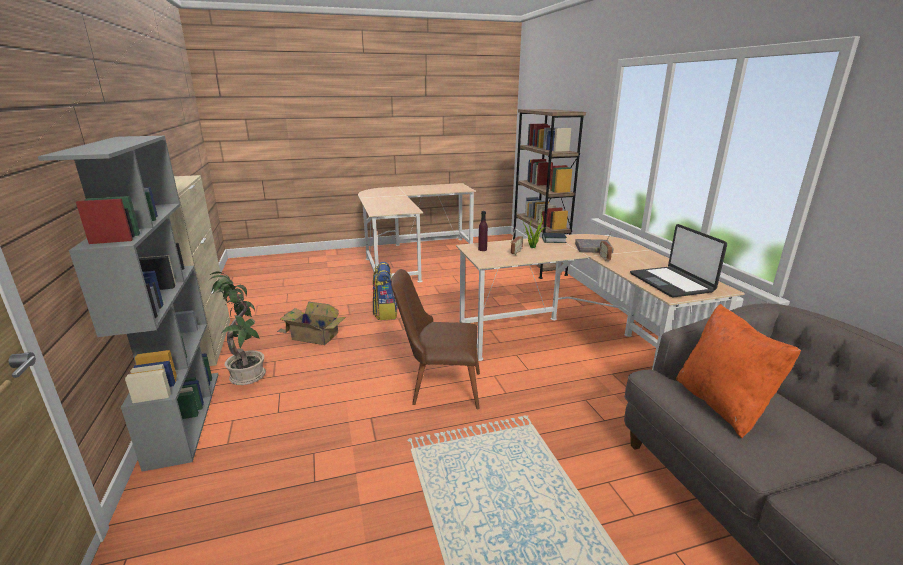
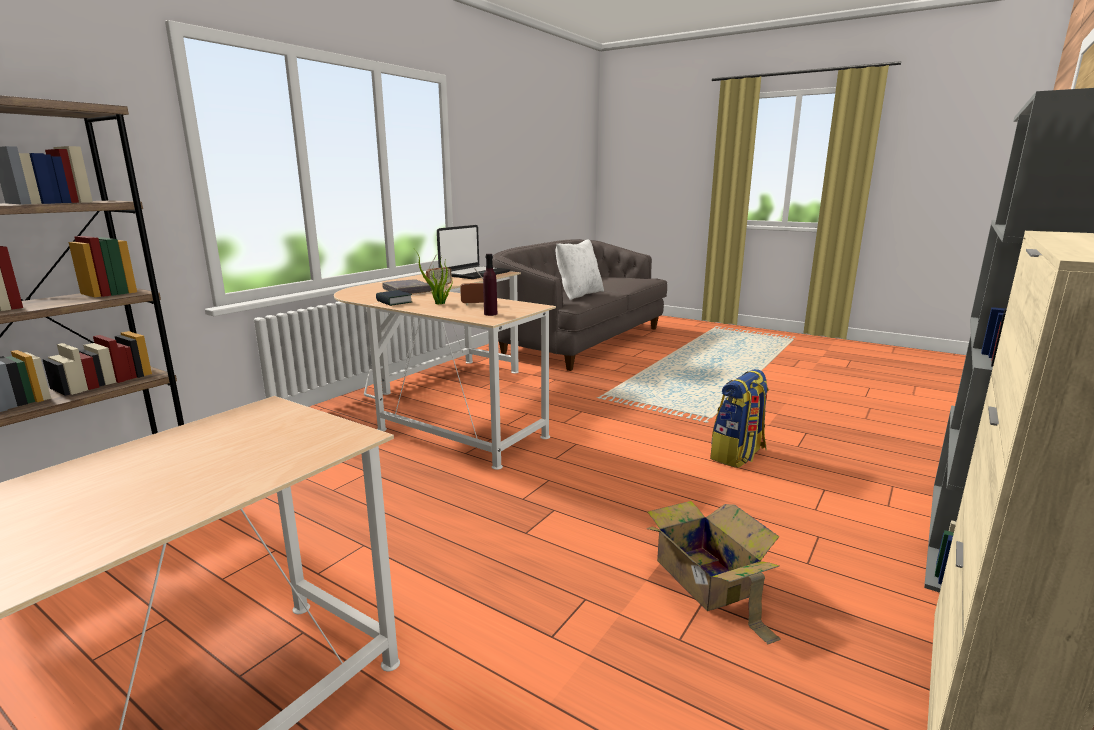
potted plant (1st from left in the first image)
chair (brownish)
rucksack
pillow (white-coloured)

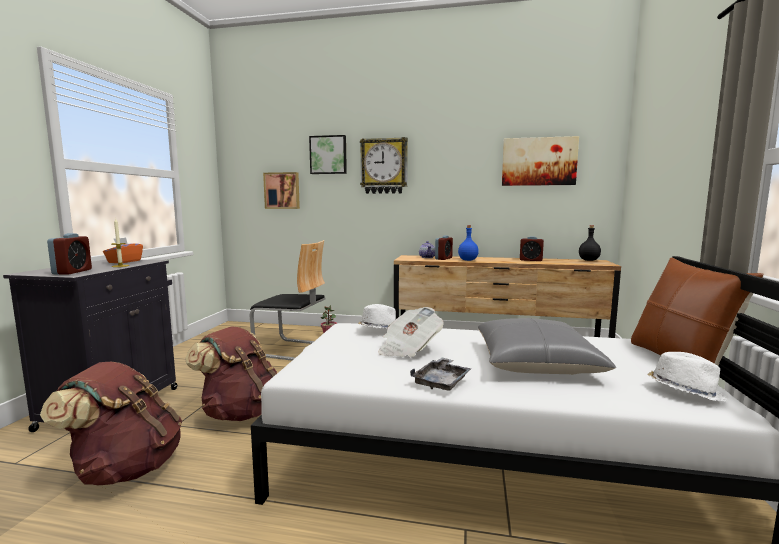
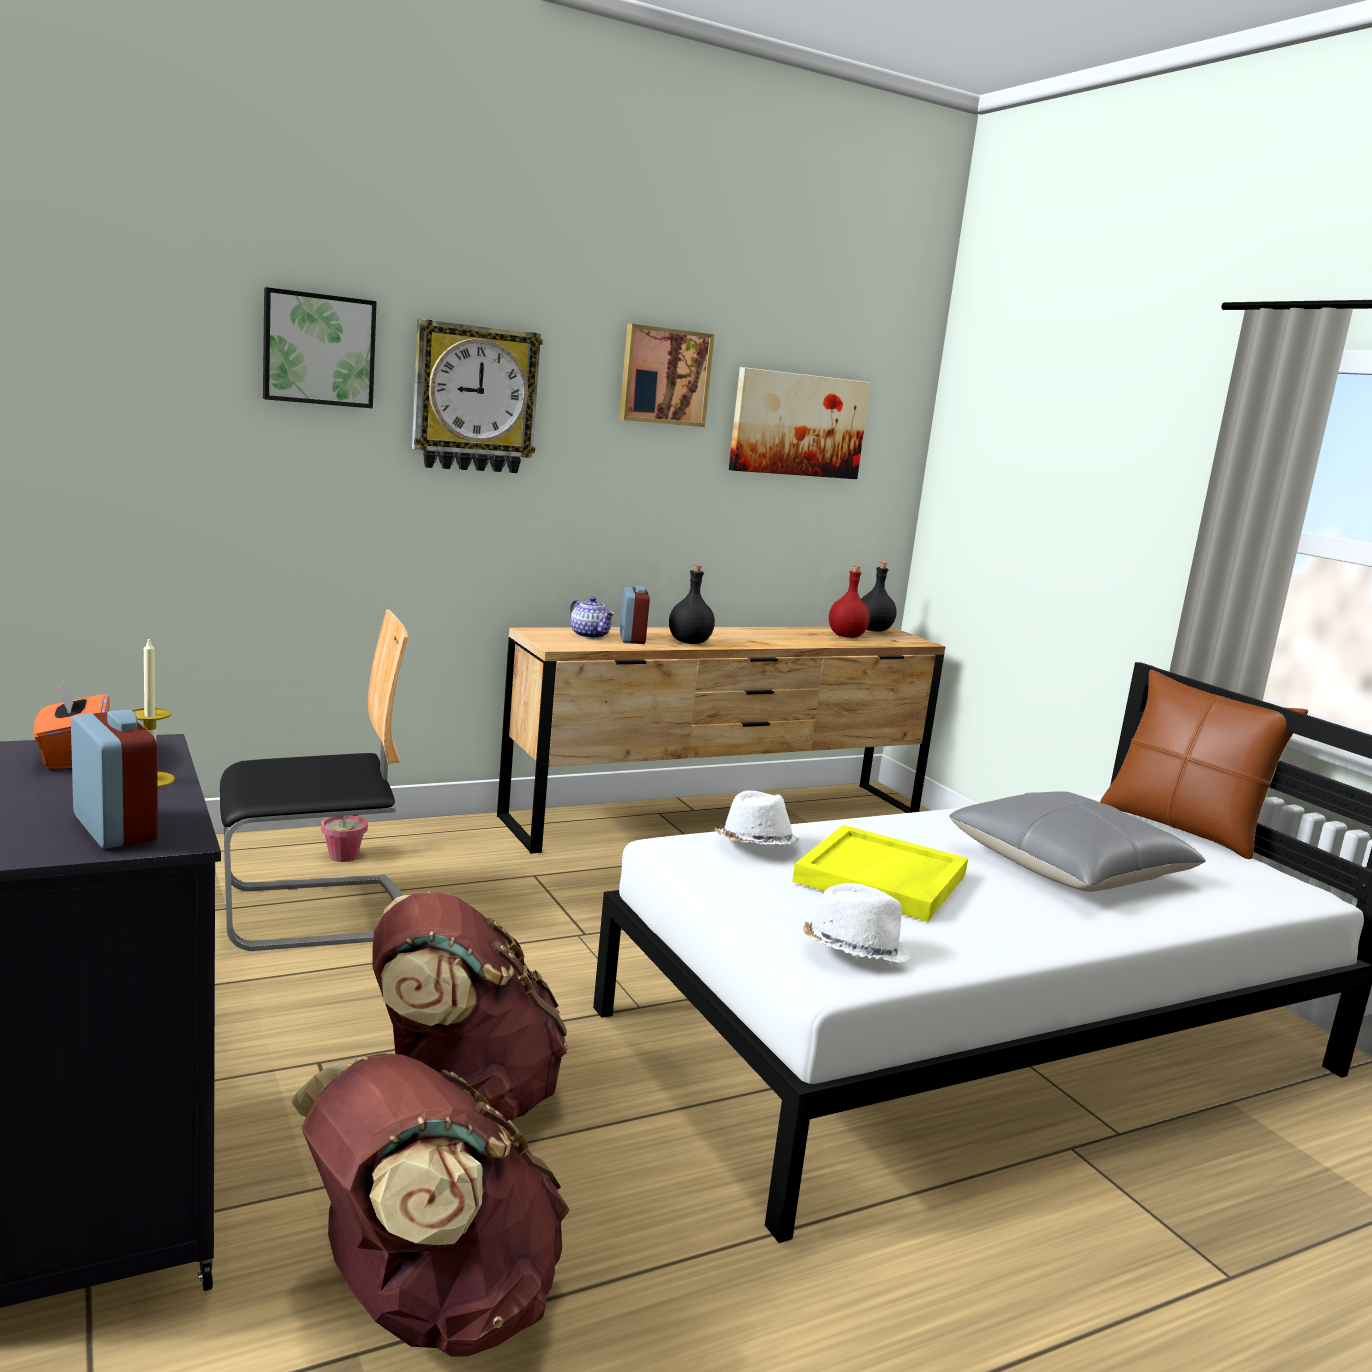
tray (gray)
alarm clock (3rd from left in the first image)
drink bottle (reddish)
wall art (2nd from left)
wearable hat (white-coloured) (2nd from left)
tray (yellow)
drink bottle (blackish) (1st from left)

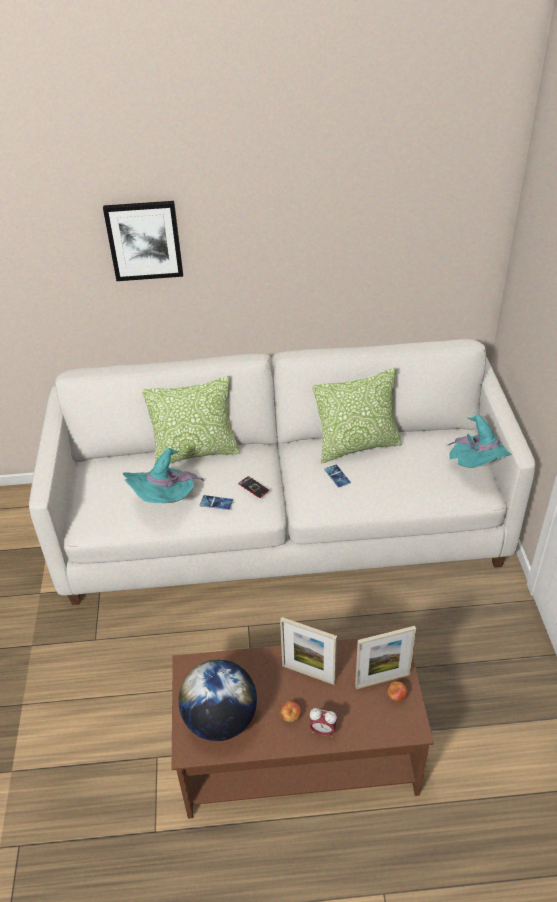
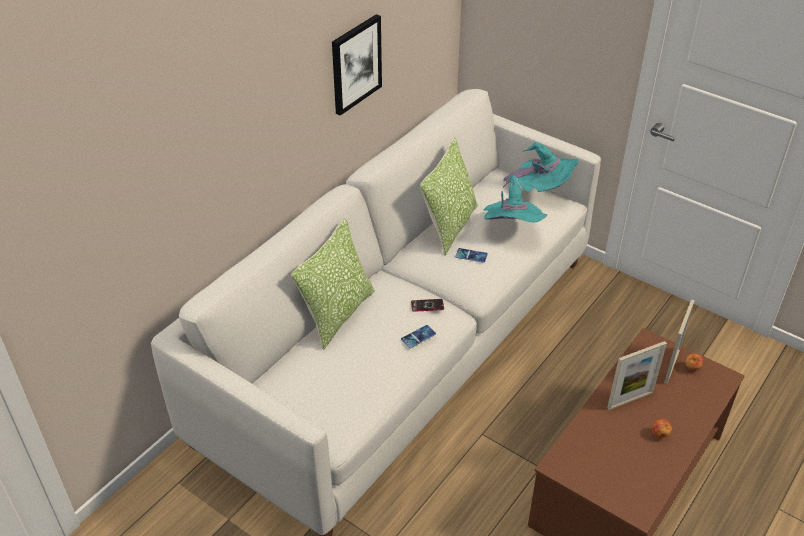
globe
alarm clock
wall art
wearable hat (turquoise-coloured) (1st from left)

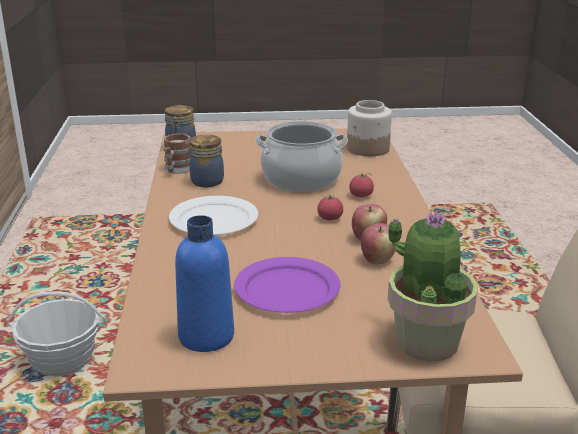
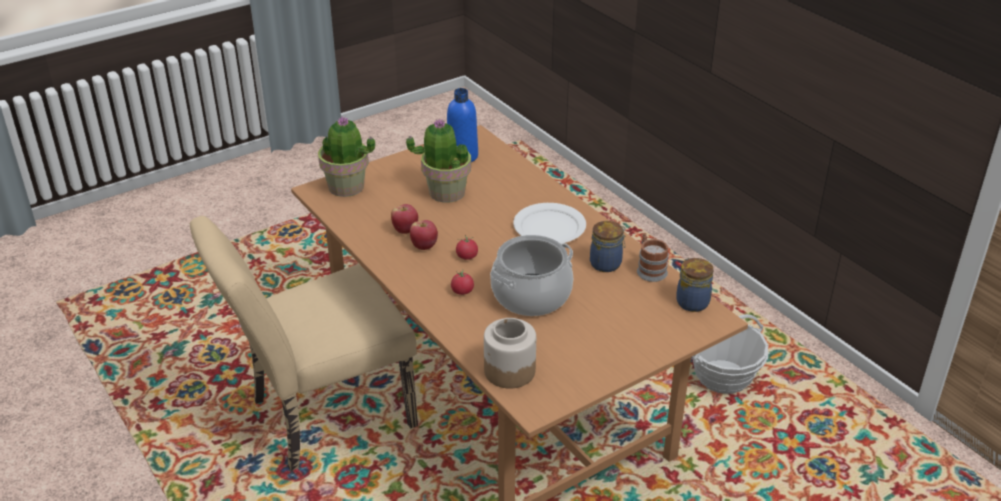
potted plant (2nd from left)

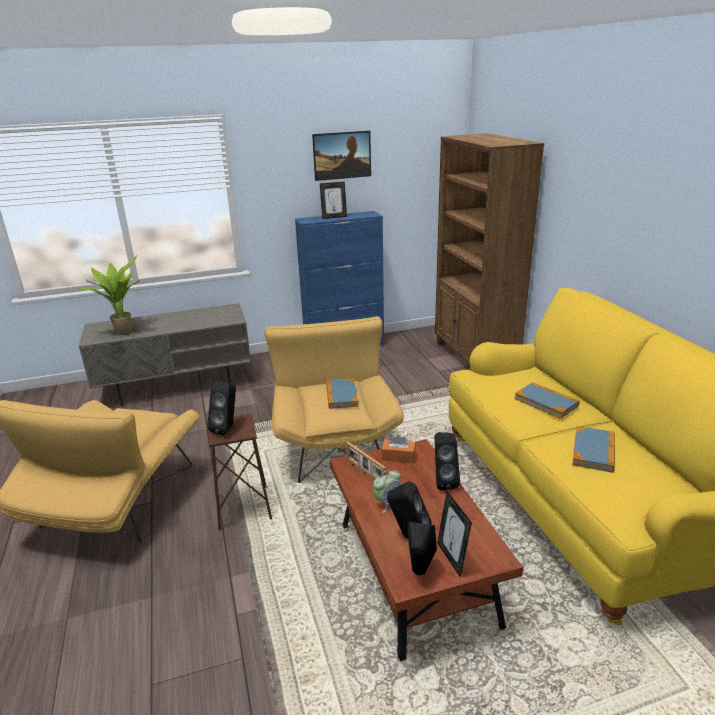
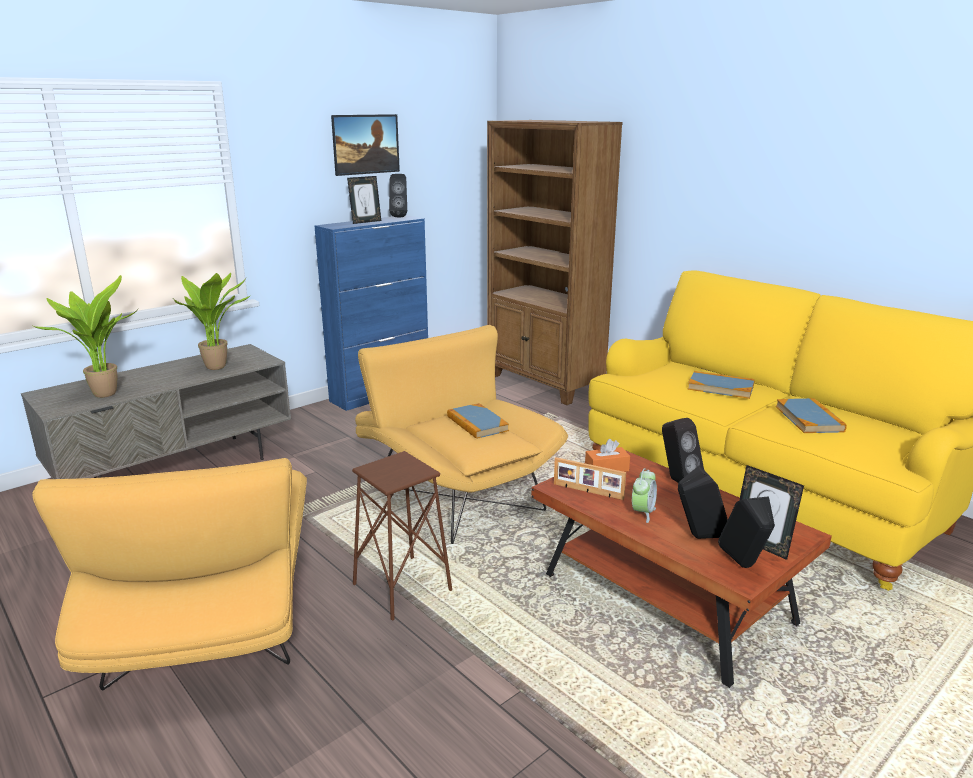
potted plant (2nd from left)
loudspeaker (blackish) (1st from left)

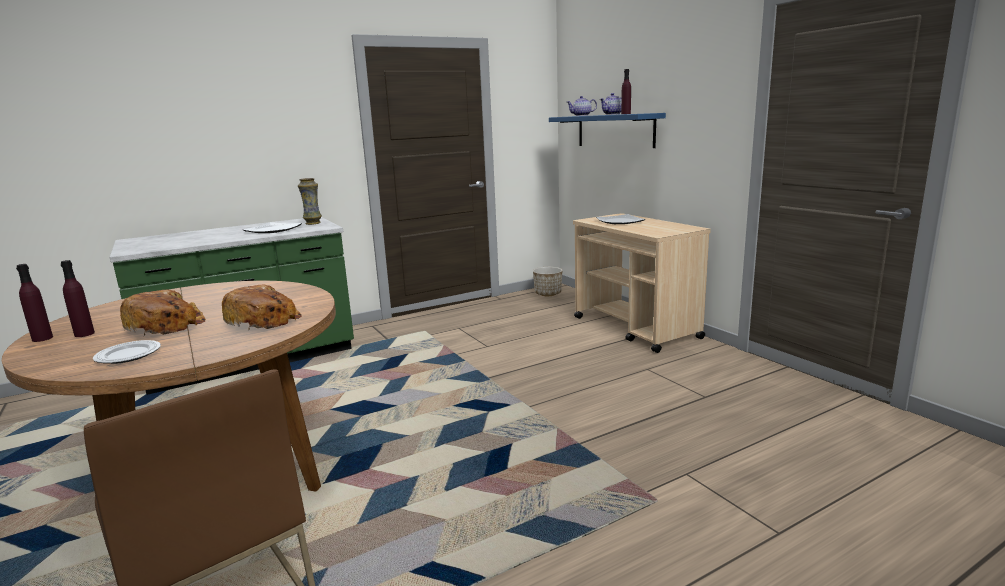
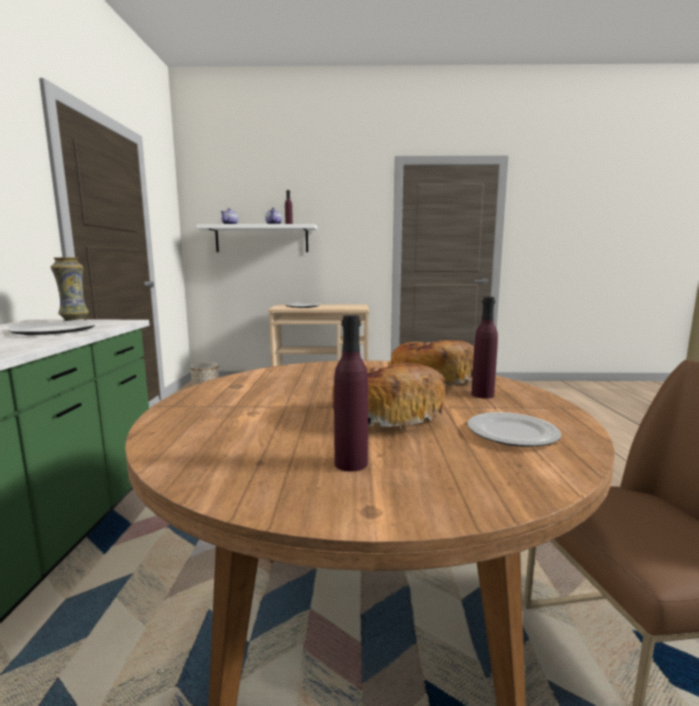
drink bottle (purple-coloured) (3rd from left)
shelf (white-coloured)

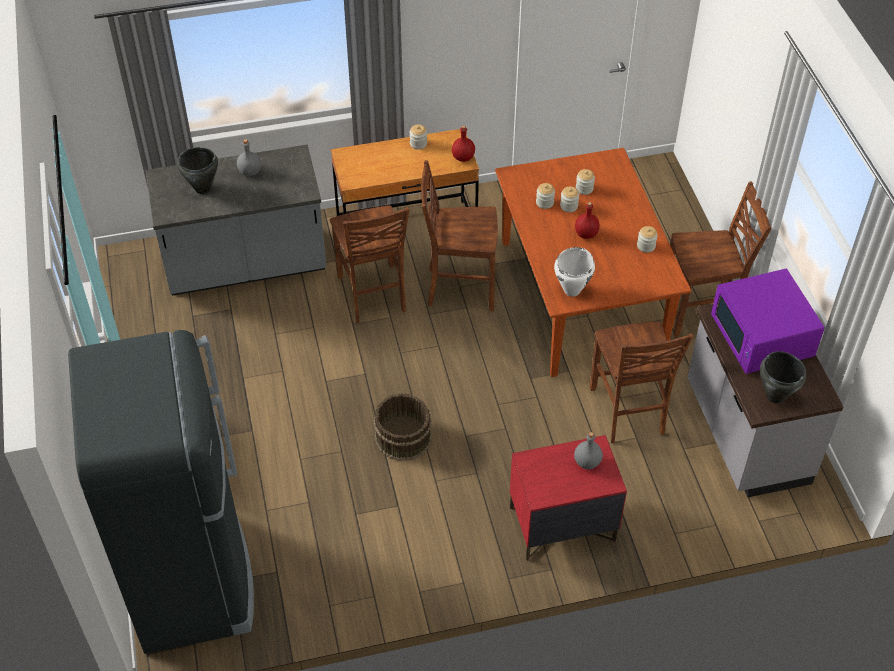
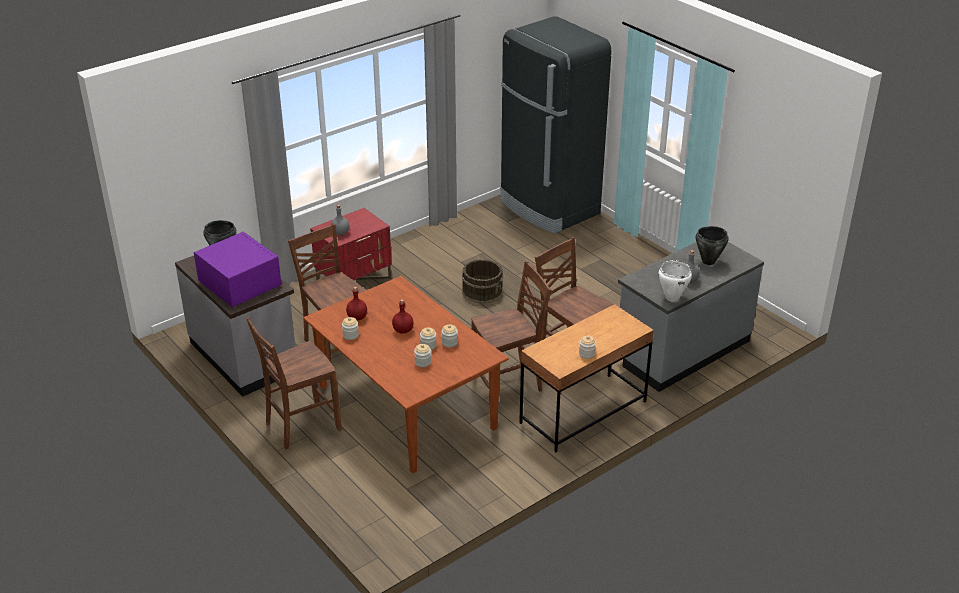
drink bottle (reddish) (1st from left)
stockpot (white-coloured)

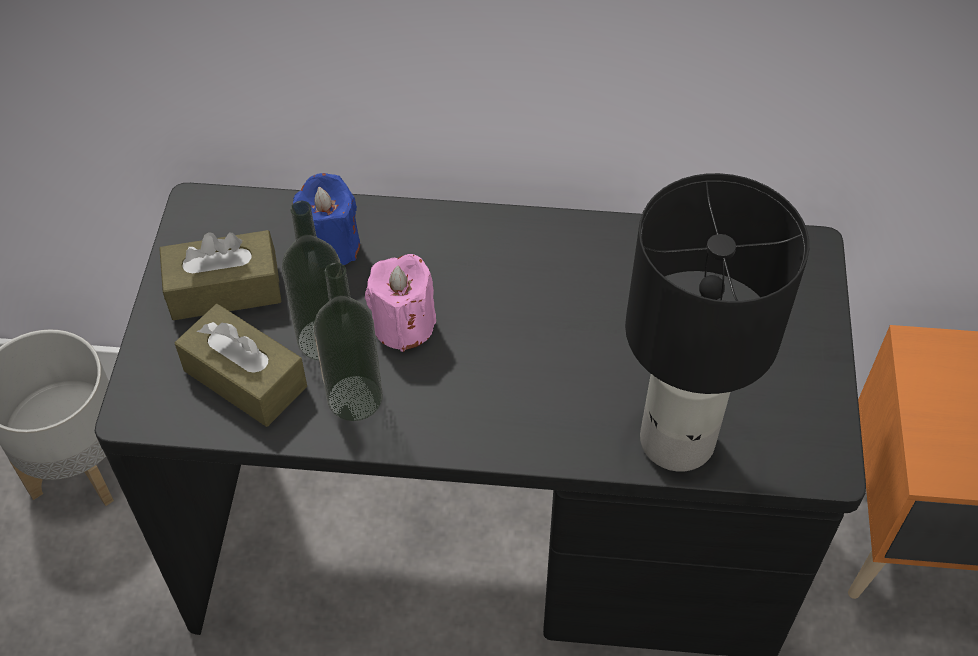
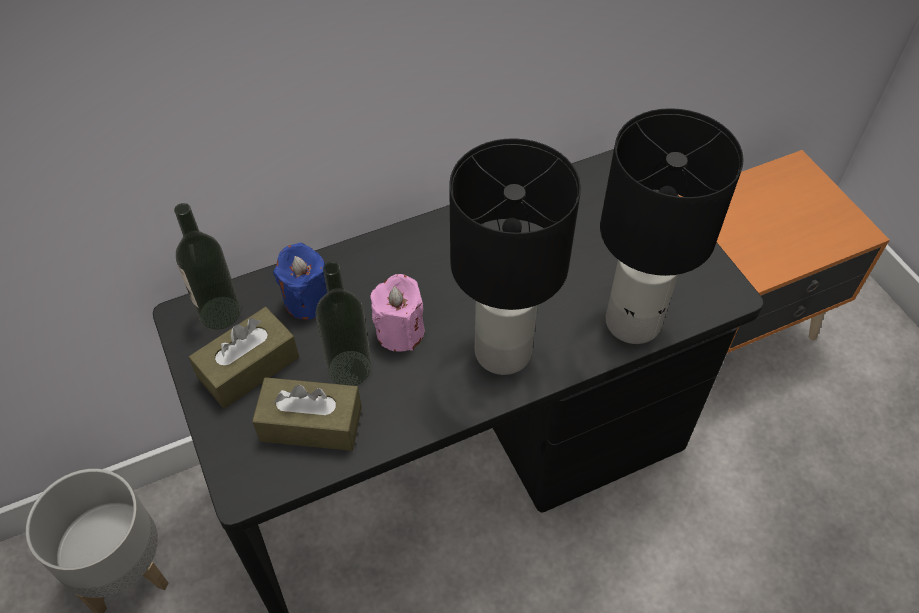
table lamp (blackish) (1st from left)
drink bottle (1st from left)

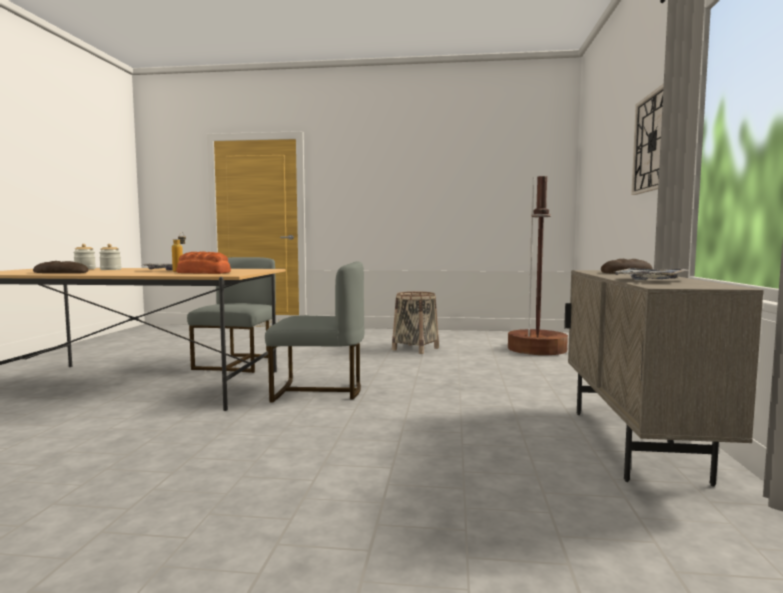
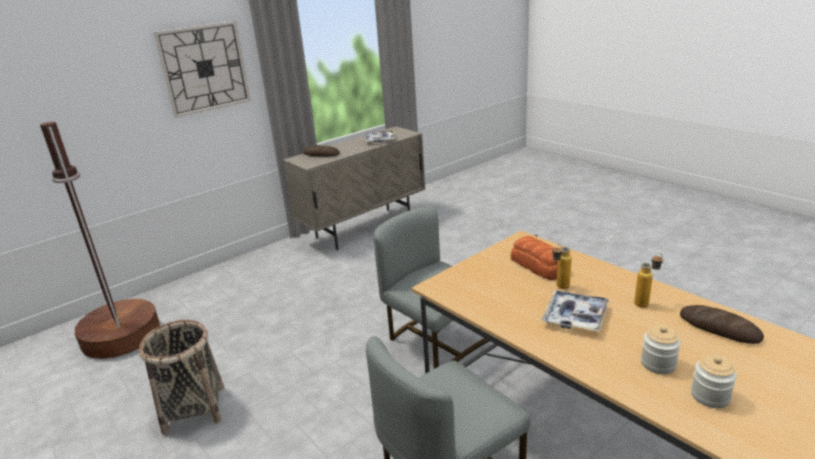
drink bottle (2nd from left)

